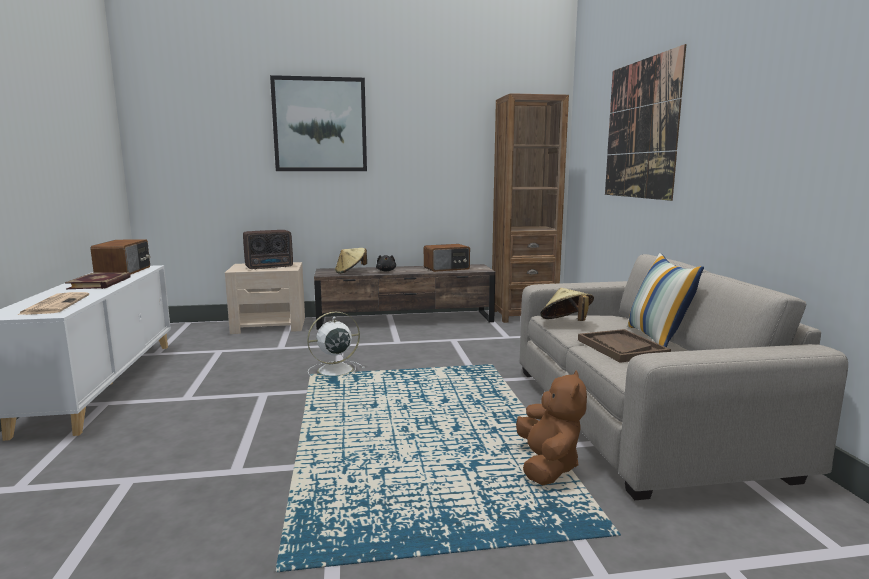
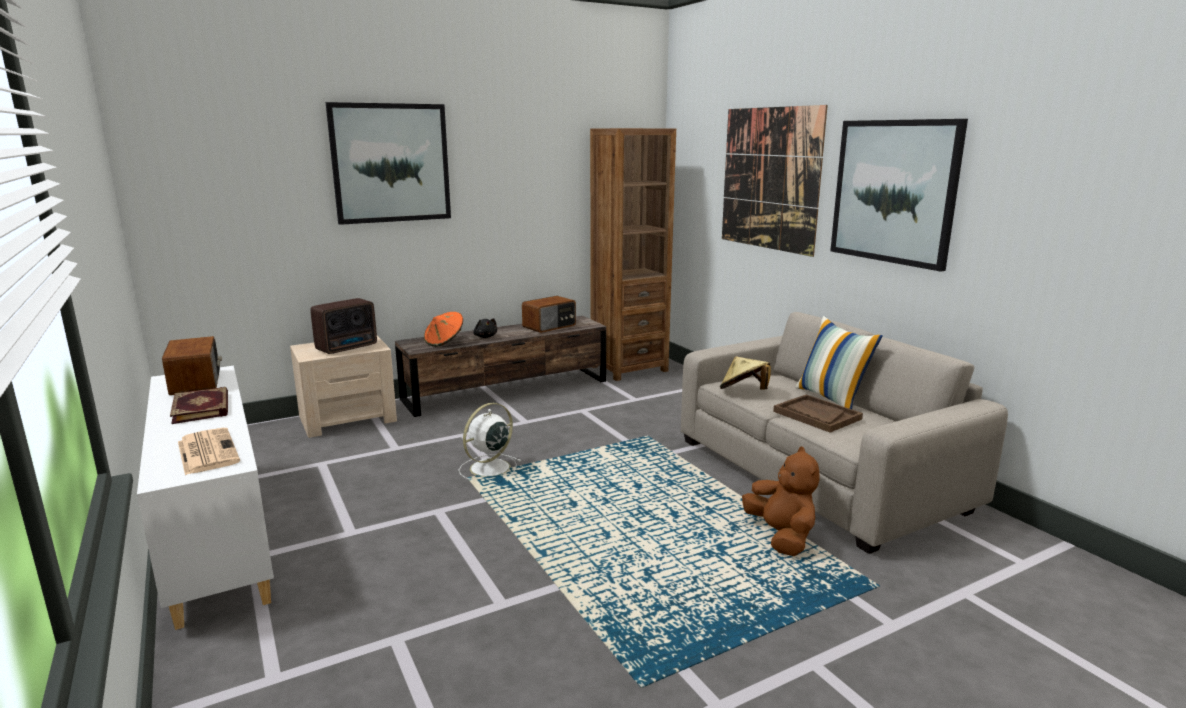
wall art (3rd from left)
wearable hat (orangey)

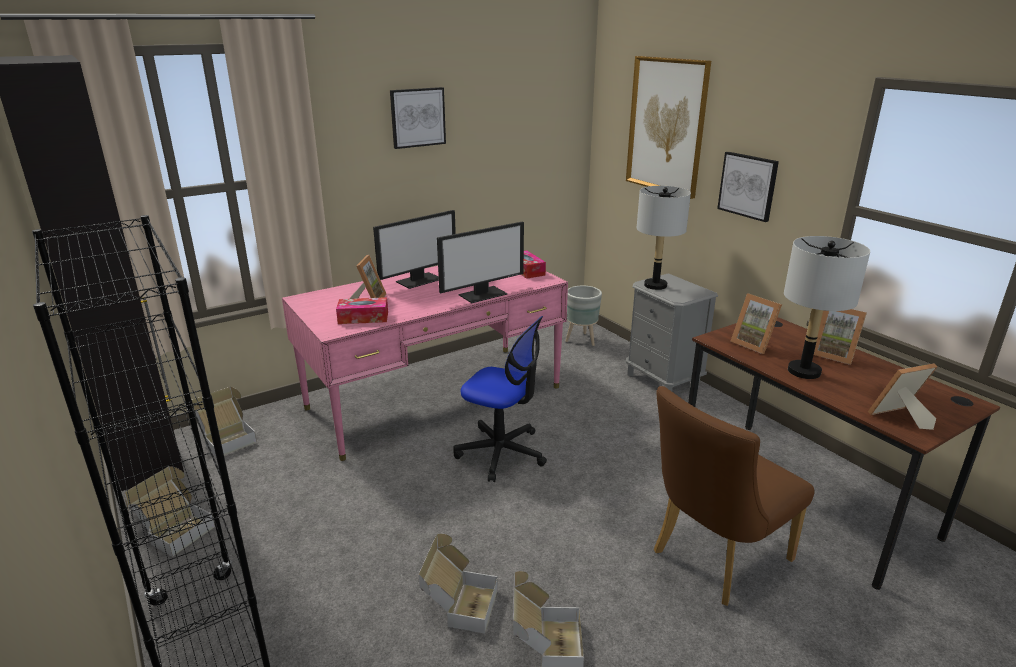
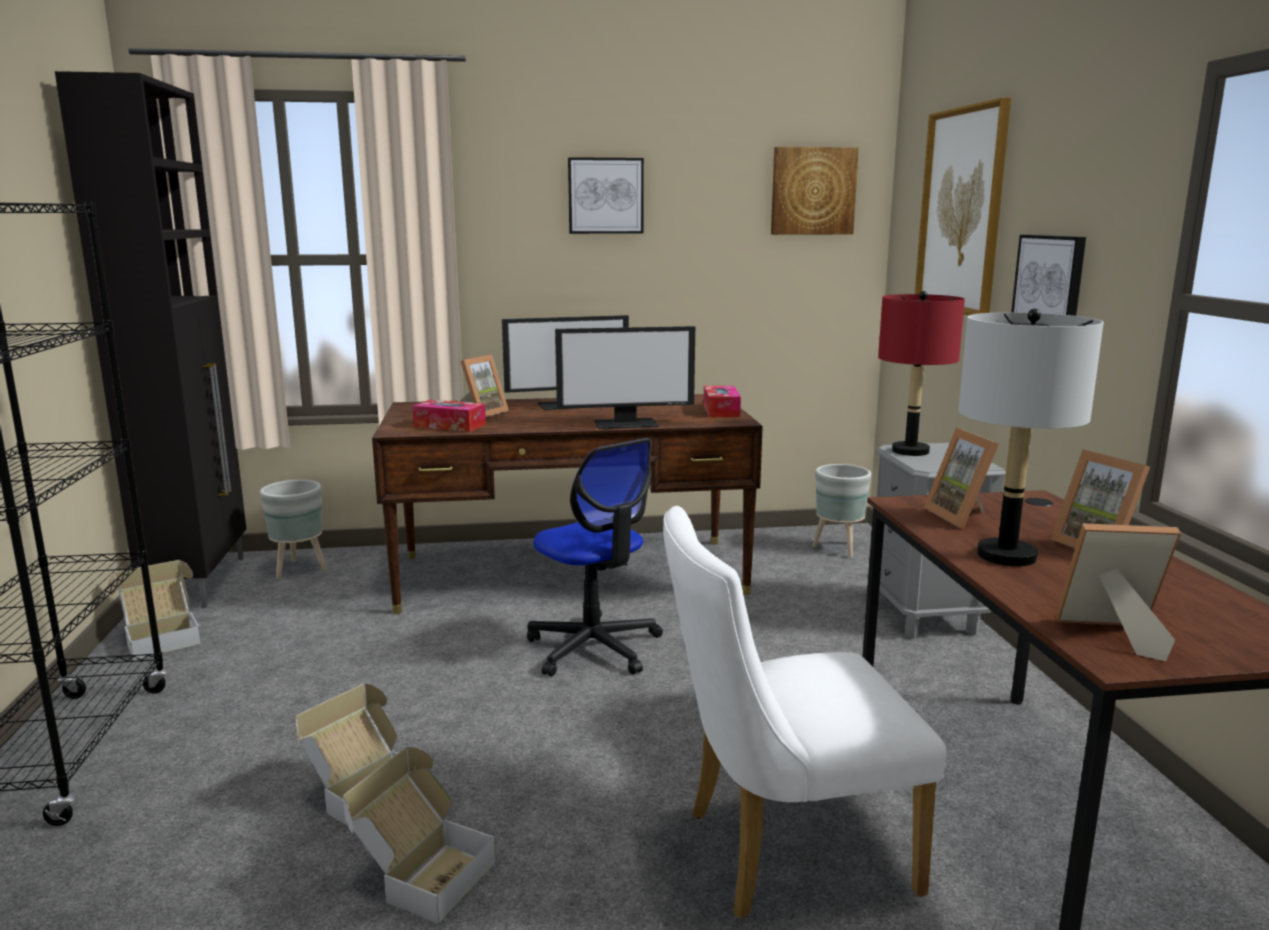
wall art (2nd from left)
plant pot (gray) (1st from left)
desk unit (brownish) (1st from left)
table lamp (reddish)
chair (white-coloured)

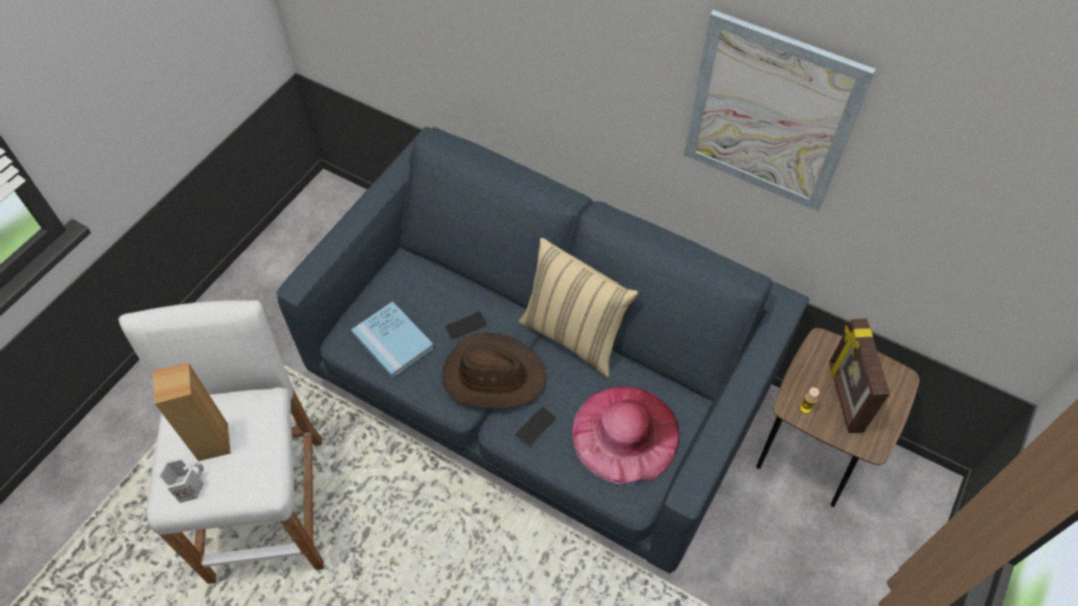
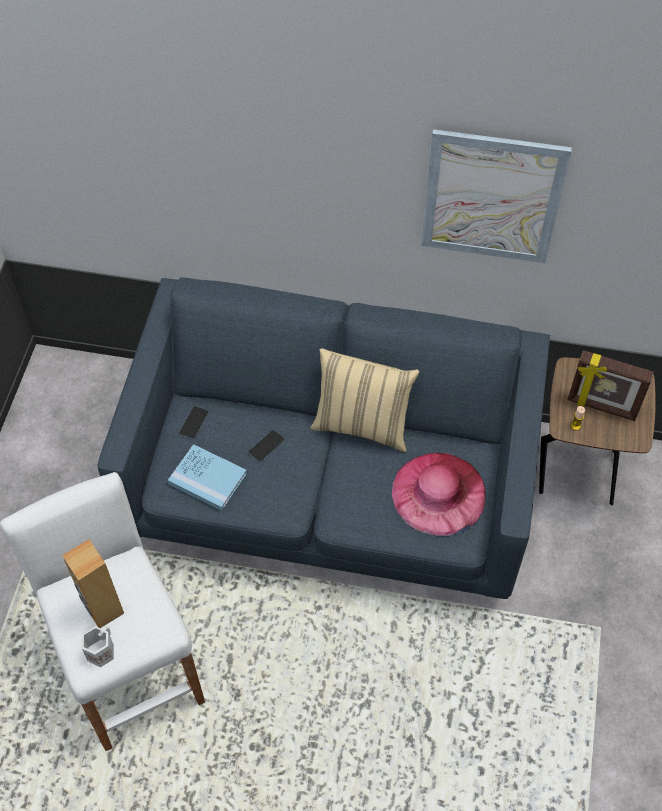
wearable hat (brownish)
telephone (1st from left)
photo frame

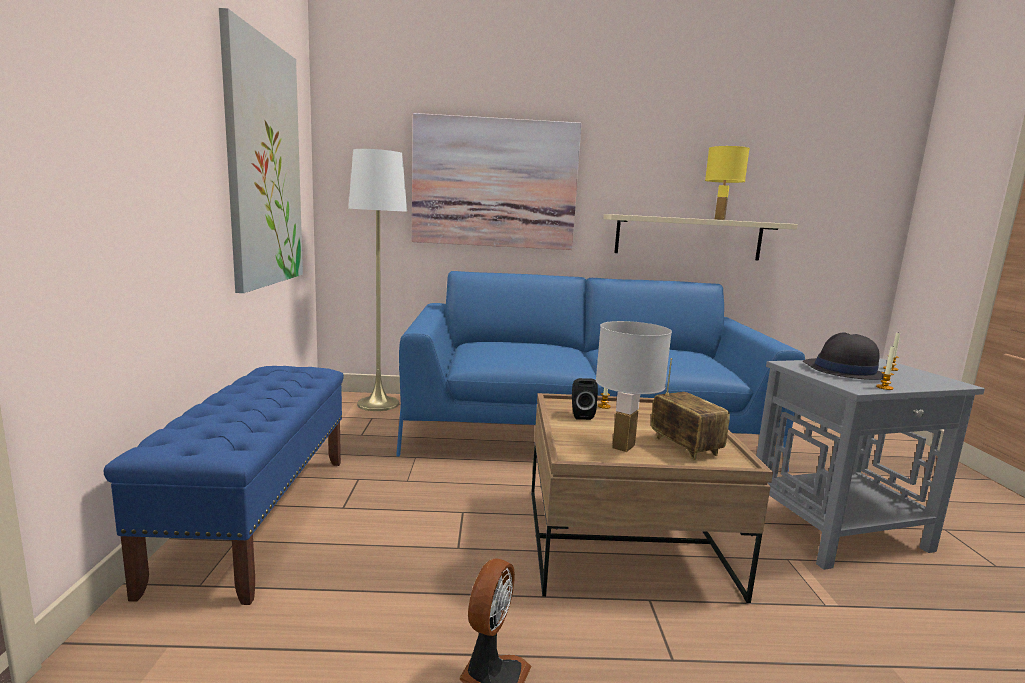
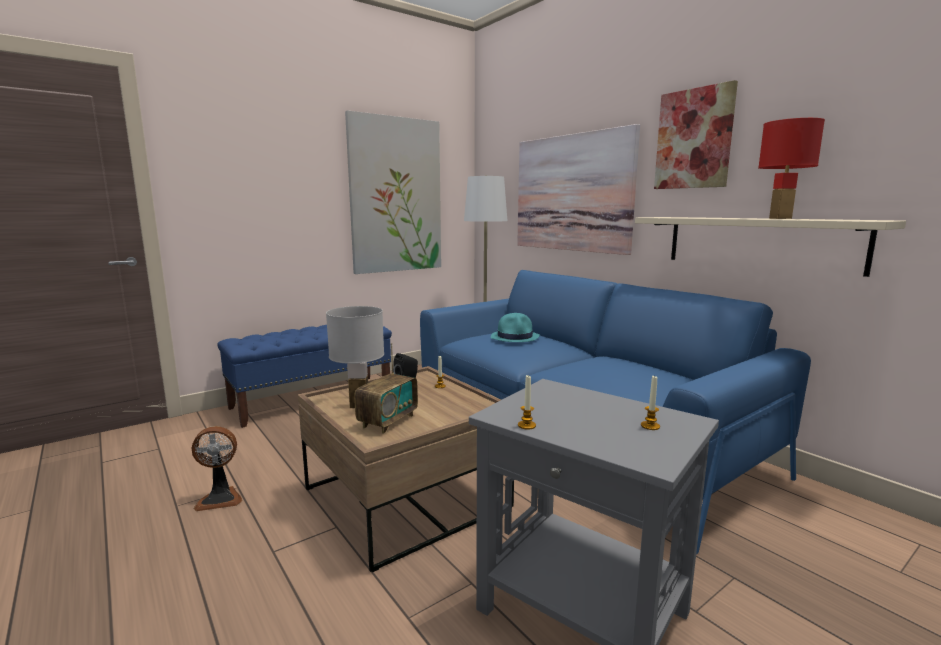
wearable hat (blackish)
wearable hat (turquoise-coloured)
wall art (3rd from left)
table lamp (reddish)

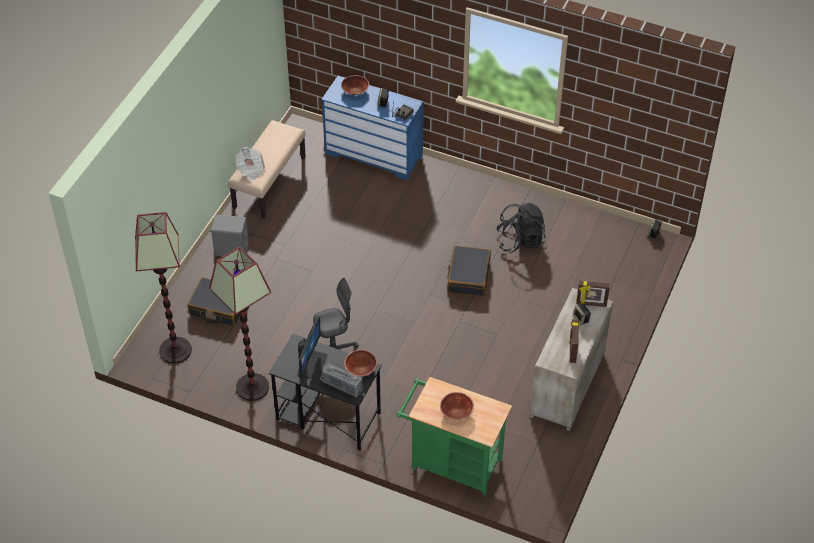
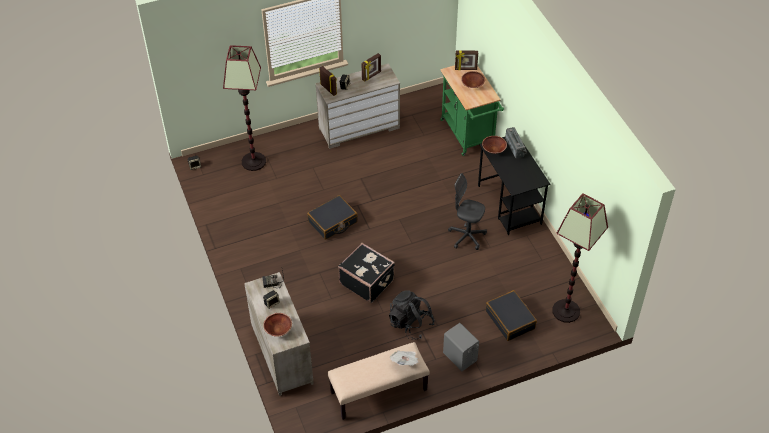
computer screen
suitcase (blackish) (2nd from left)
photo frame (3rd from left)
standard lamp (1st from left)
rucksack (blackish)
drawer chest (sand-coloured) (1st from left)

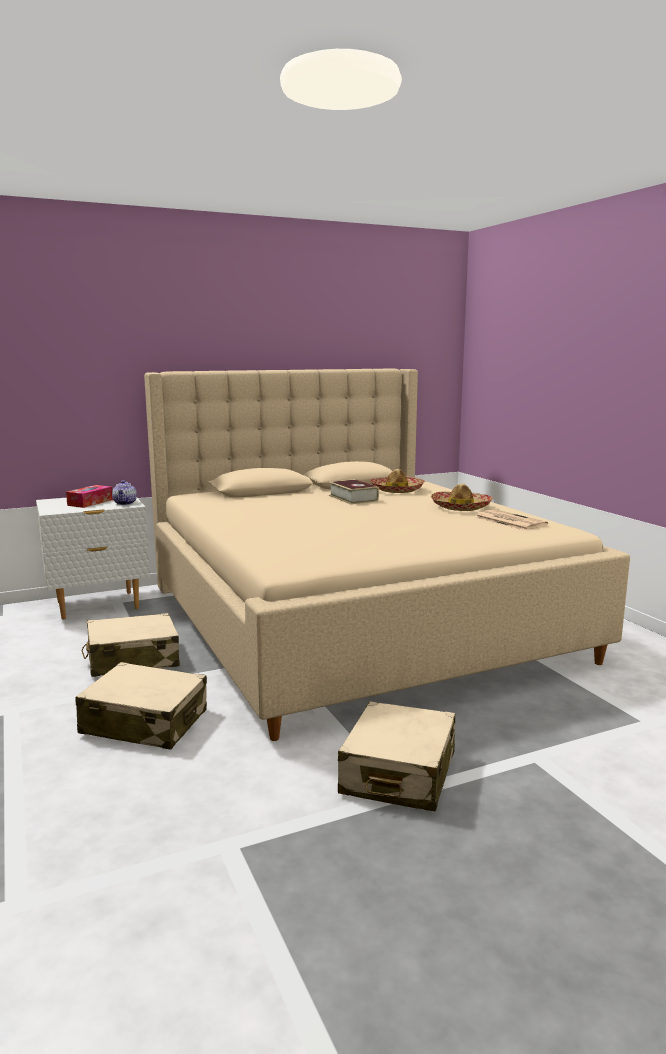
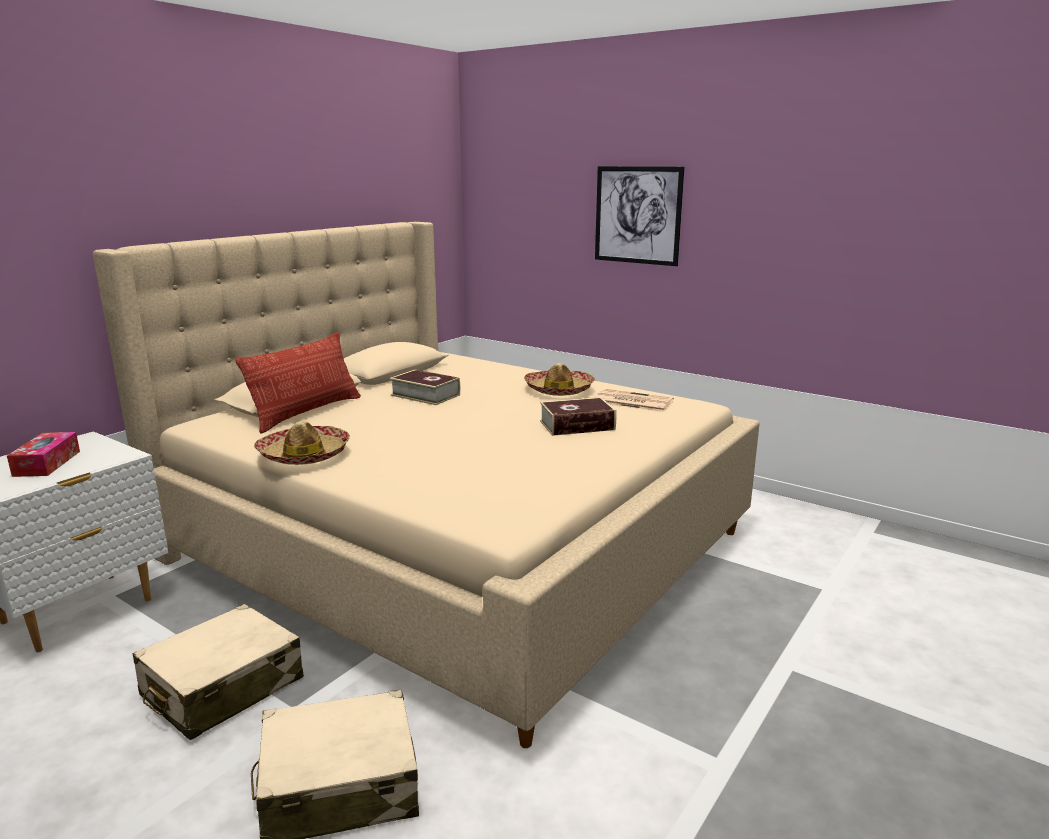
pot for tea
suitcase (sand-coloured) (3rd from left in the first image)
pillow
book (2nd from left)
wall art
wearable hat (1st from left)

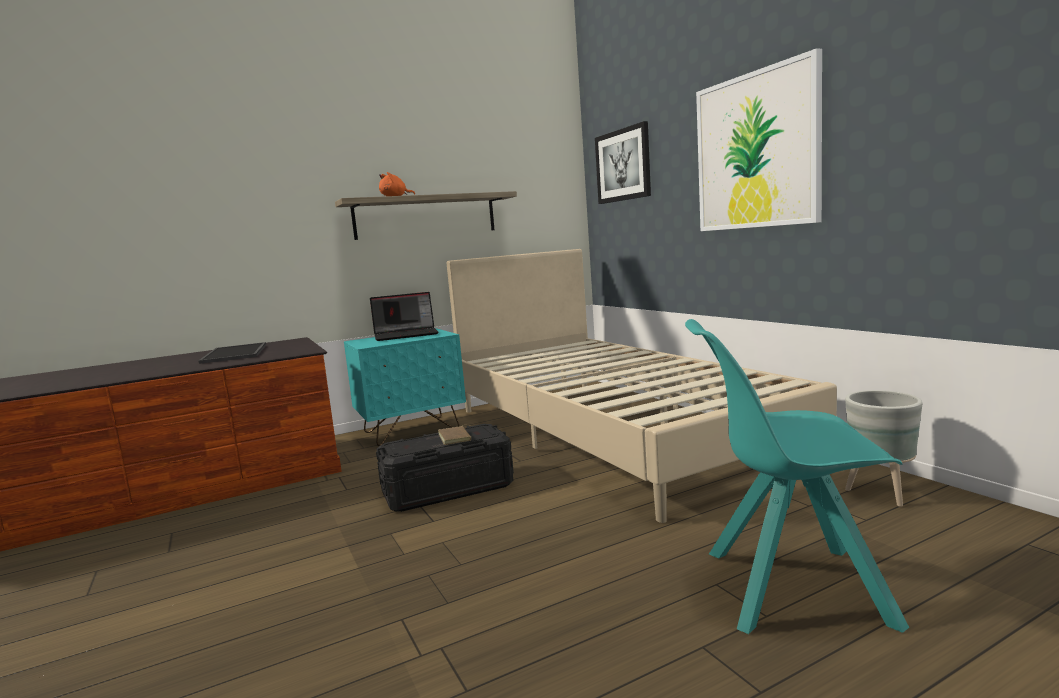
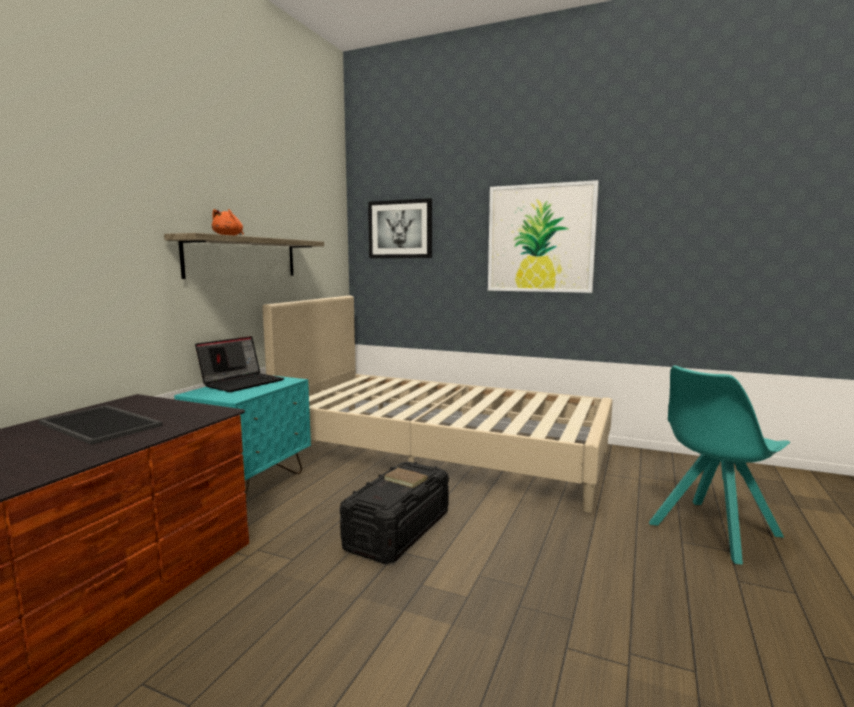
plant pot (gray)

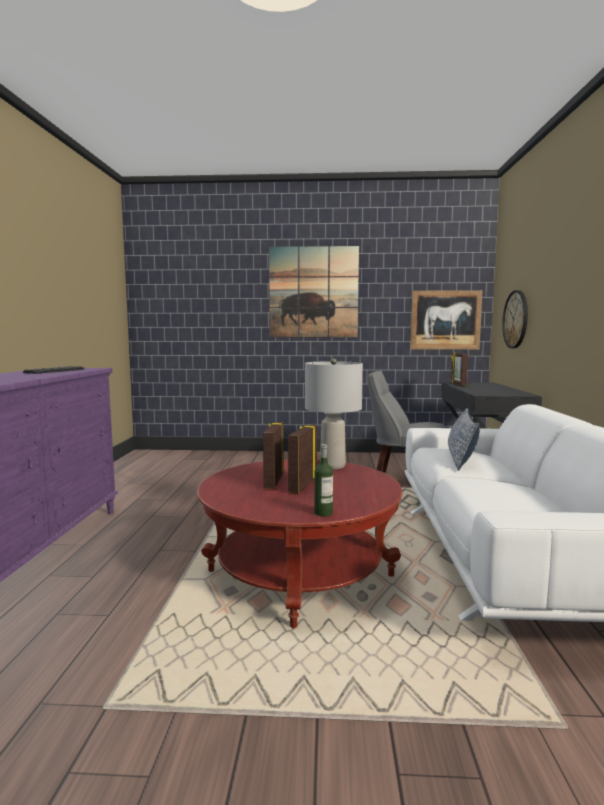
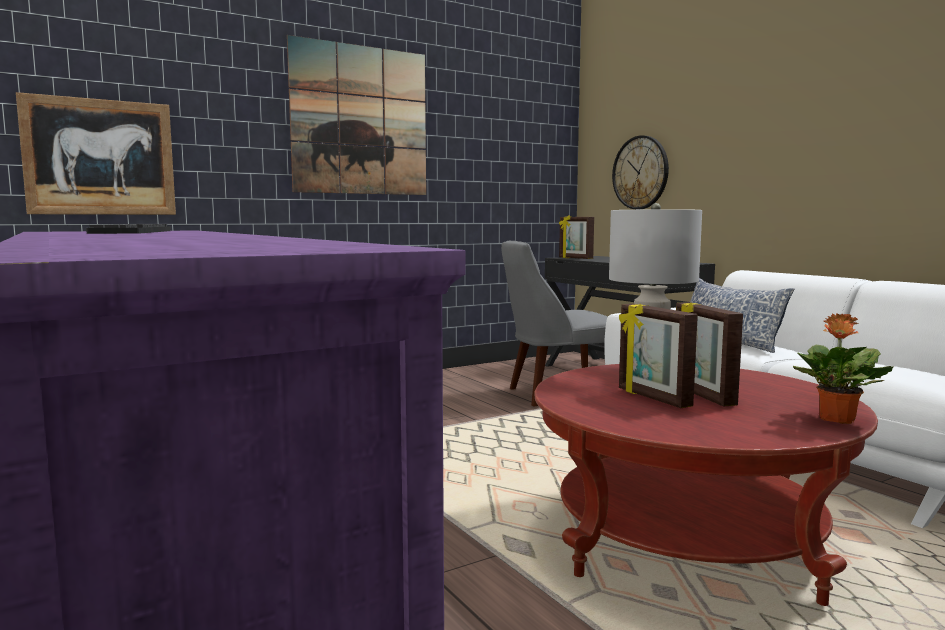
wall art (1st from left)
potted plant

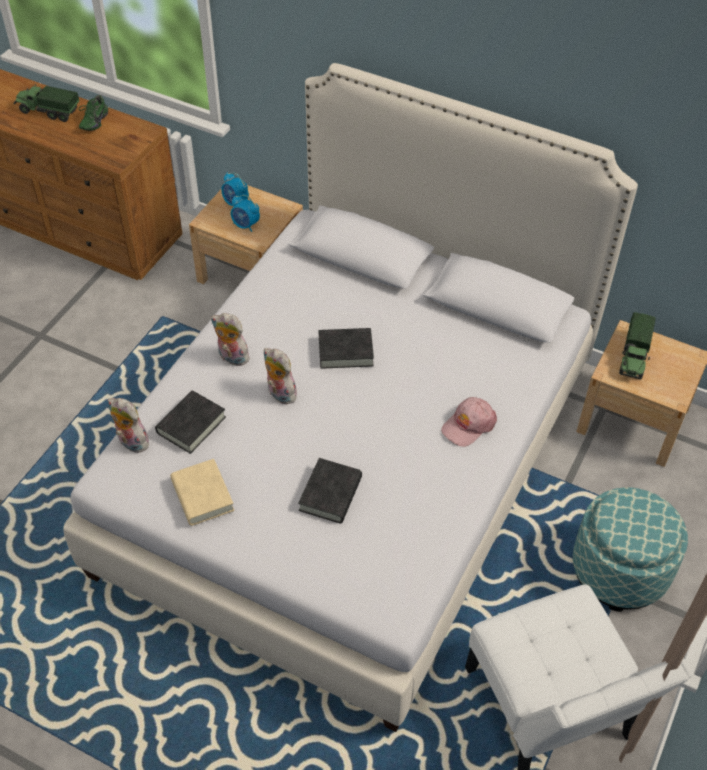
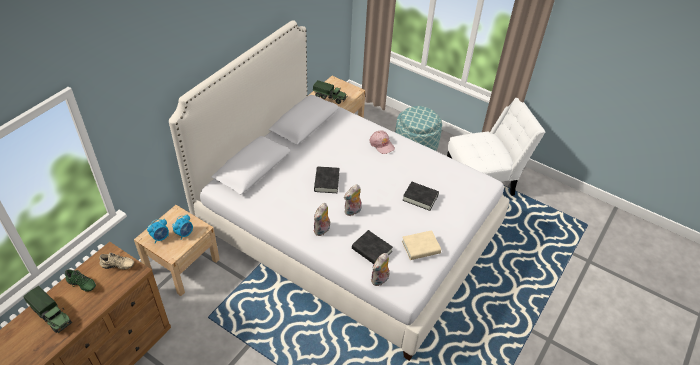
low shoe (sand-coloured)
toy truck (1st from left)

